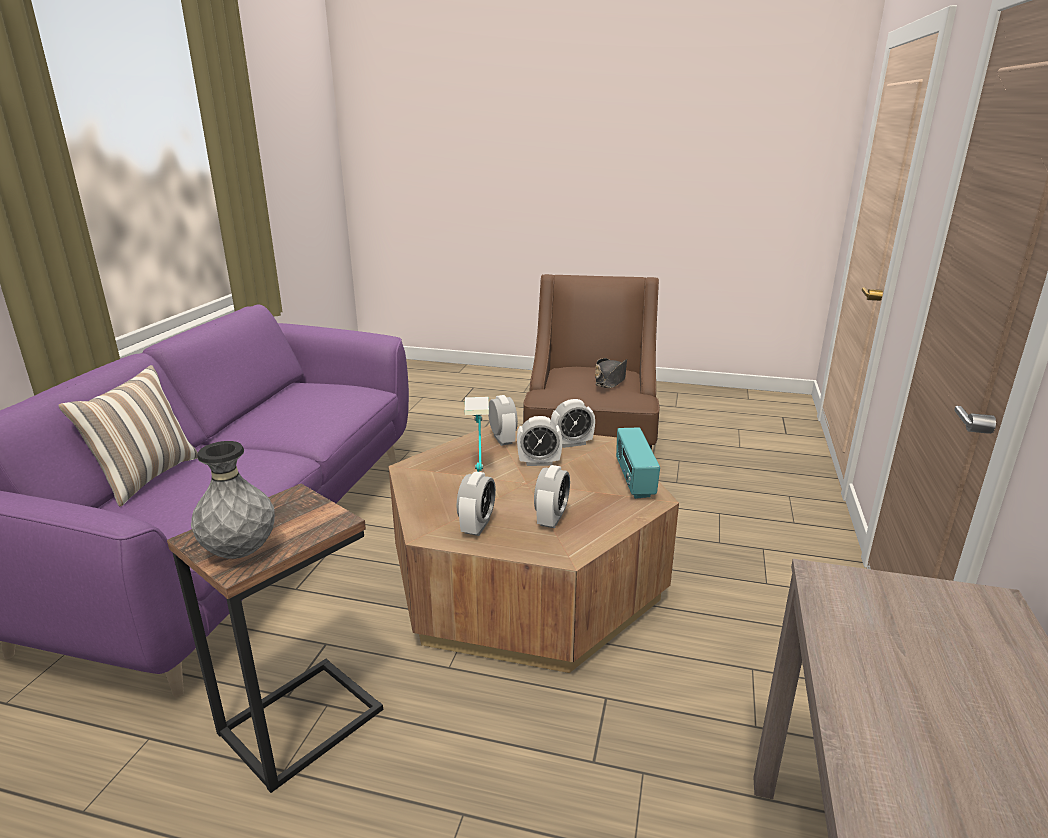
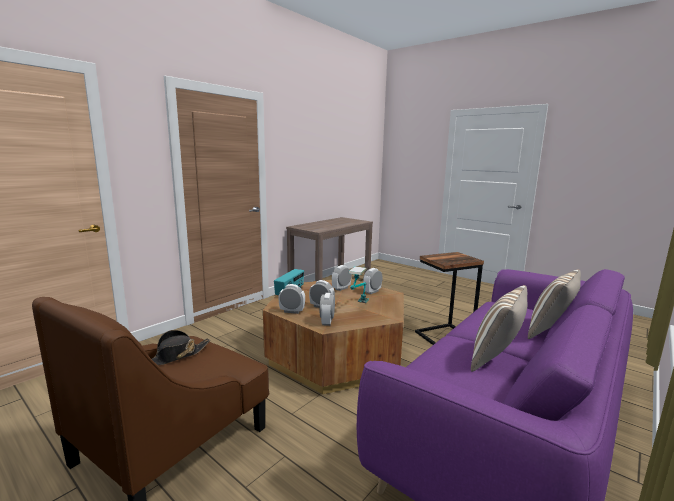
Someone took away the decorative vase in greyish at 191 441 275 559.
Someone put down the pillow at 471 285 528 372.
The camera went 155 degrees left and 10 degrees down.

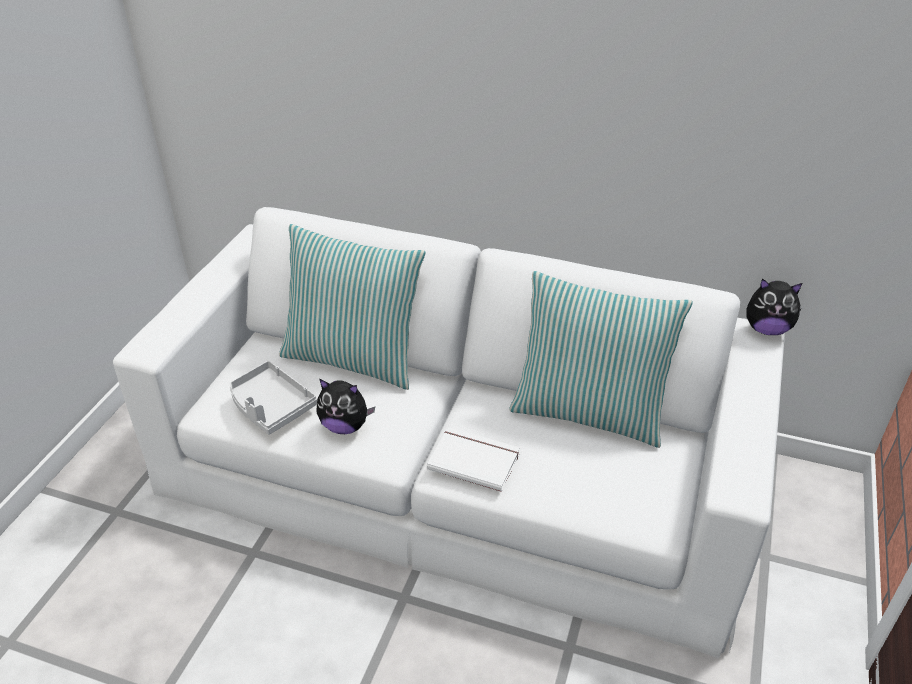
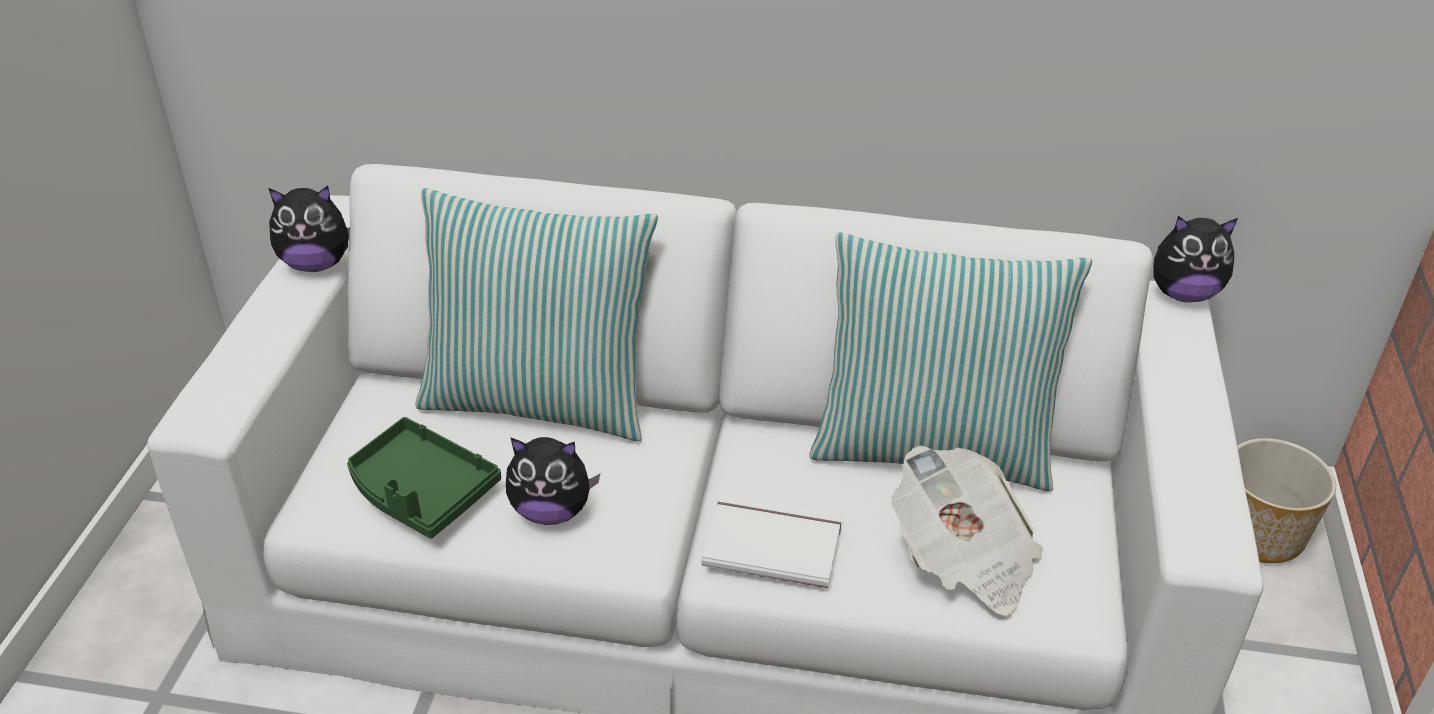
Someone put down the soft toy at 268 186 350 272.
Someone put down the printed paper at 891 445 1043 615.
Someone put down the flower pot at 1237 438 1336 563.
Someone repainted the carrying tray in greyish at 230 361 318 435, which became the carrying tray in greenish at 347 417 501 538.
The camera went 10 degrees left and 0 degrees up.

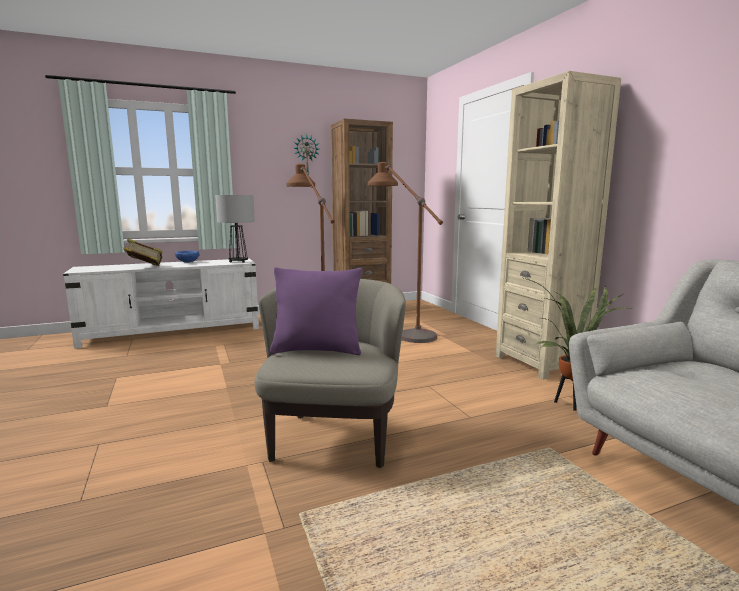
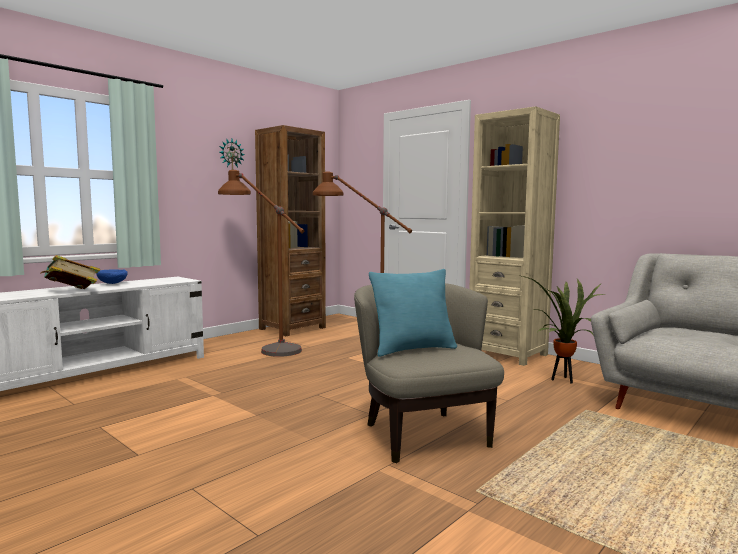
Someone took away the lamp for a table at 215 195 255 263.
Someone repainted the pillow in purplish at 270 267 363 355, which became the pillow in turquoise at 369 269 457 356.
The camera went 25 degrees left and 5 degrees down.

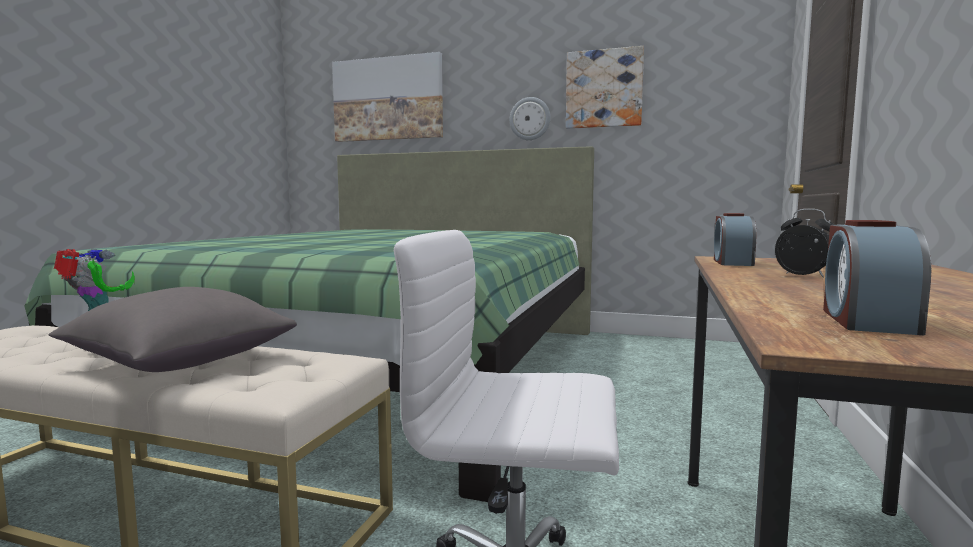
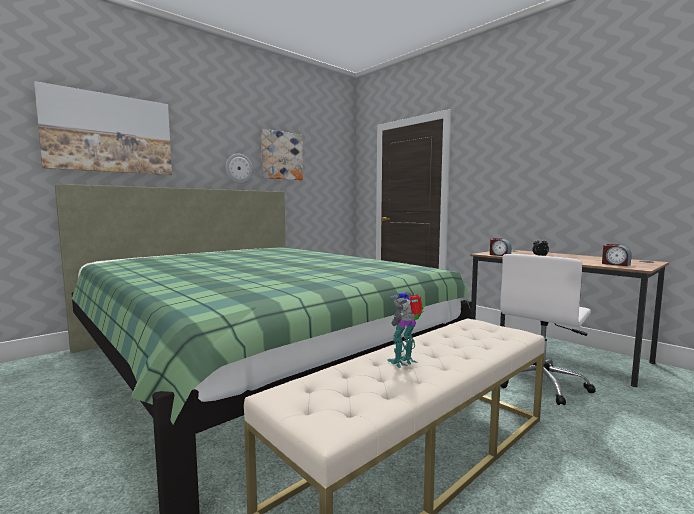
Someone took away the pillow in greyish at 49 287 297 372.
The camera went 60 degrees left and 0 degrees up.

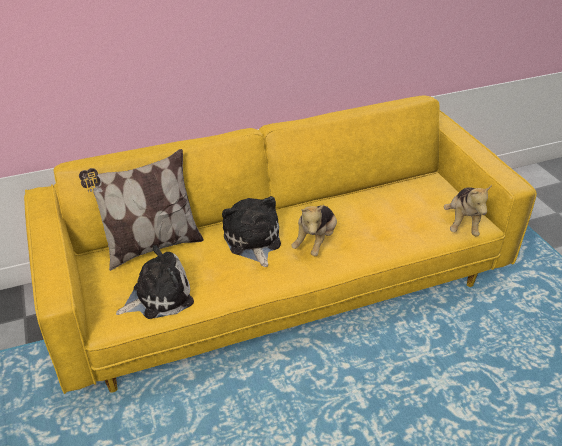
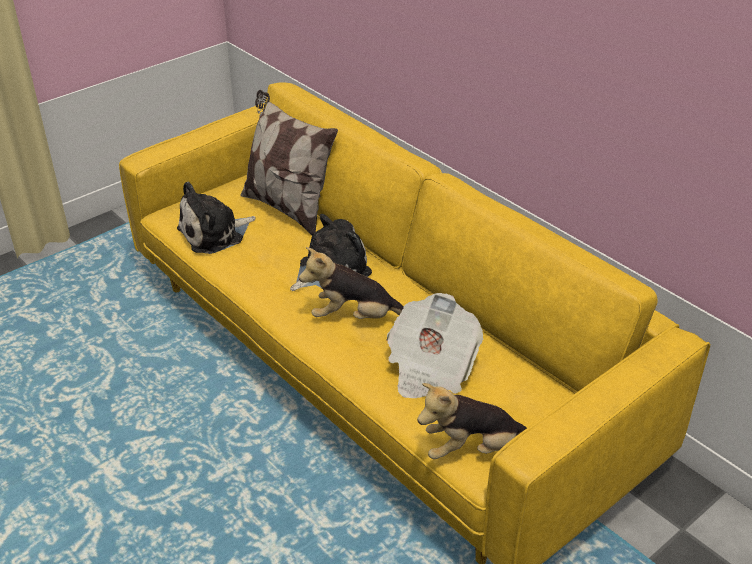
Someone put down the printed paper at 387 293 484 398.
Someone rotated the soft toy at 116 245 194 319 by 105 degrees clockwise.
The camera went 70 degrees right and 0 degrees up.

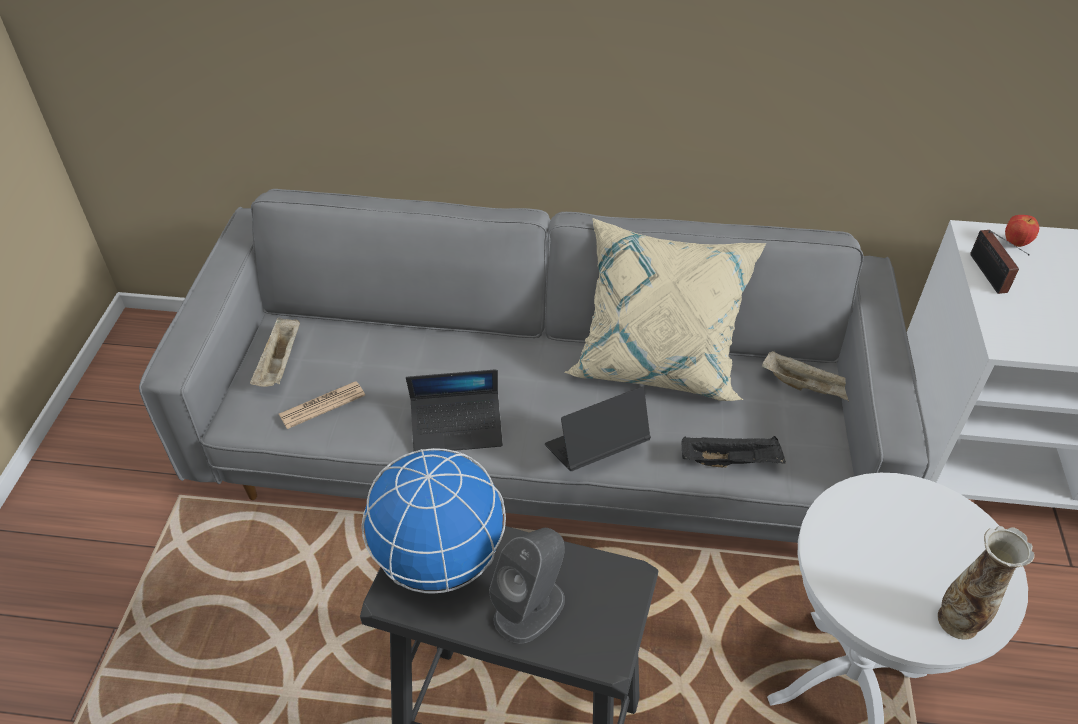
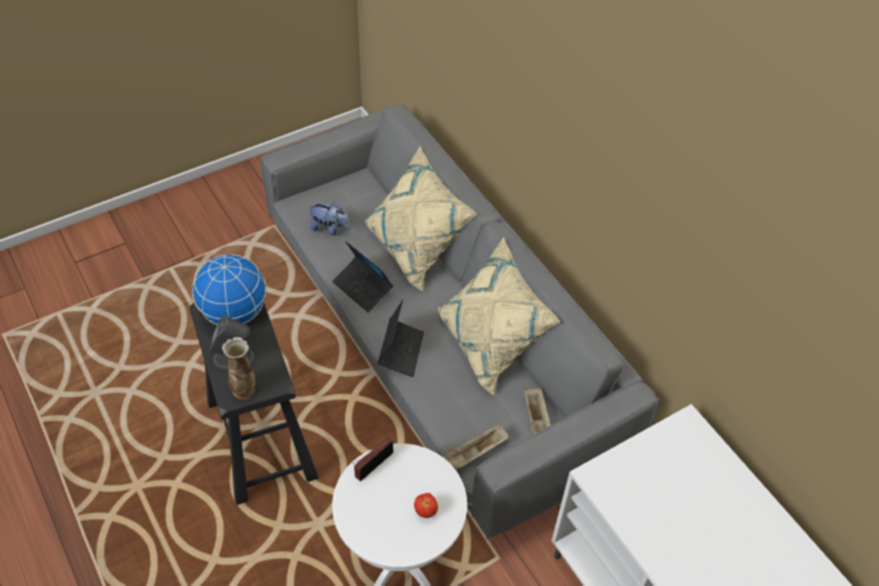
Someone took away the carrying tray in blackish at 682 436 786 468.
Someone put down the pillow in sand-coloured at 365 146 477 290.
Someone carried the carrying tray in sand-coloured from 250 317 300 387 to 444 424 509 470.
Someone carried the decorative vase from 938 526 1035 639 to 222 337 256 399.
Someone carried the radio receiver from 970 230 1030 294 to 353 437 393 481.
Someone carried the whole apple from 1005 215 1039 247 to 414 493 438 518.
Someone swapped the printed paper at 279 381 365 429 for the soft toy at 308 202 350 235.
Someone rotated the portable computer at 545 386 651 471 by 75 degrees clockwise.
The camera went 50 degrees right and 5 degrees up.

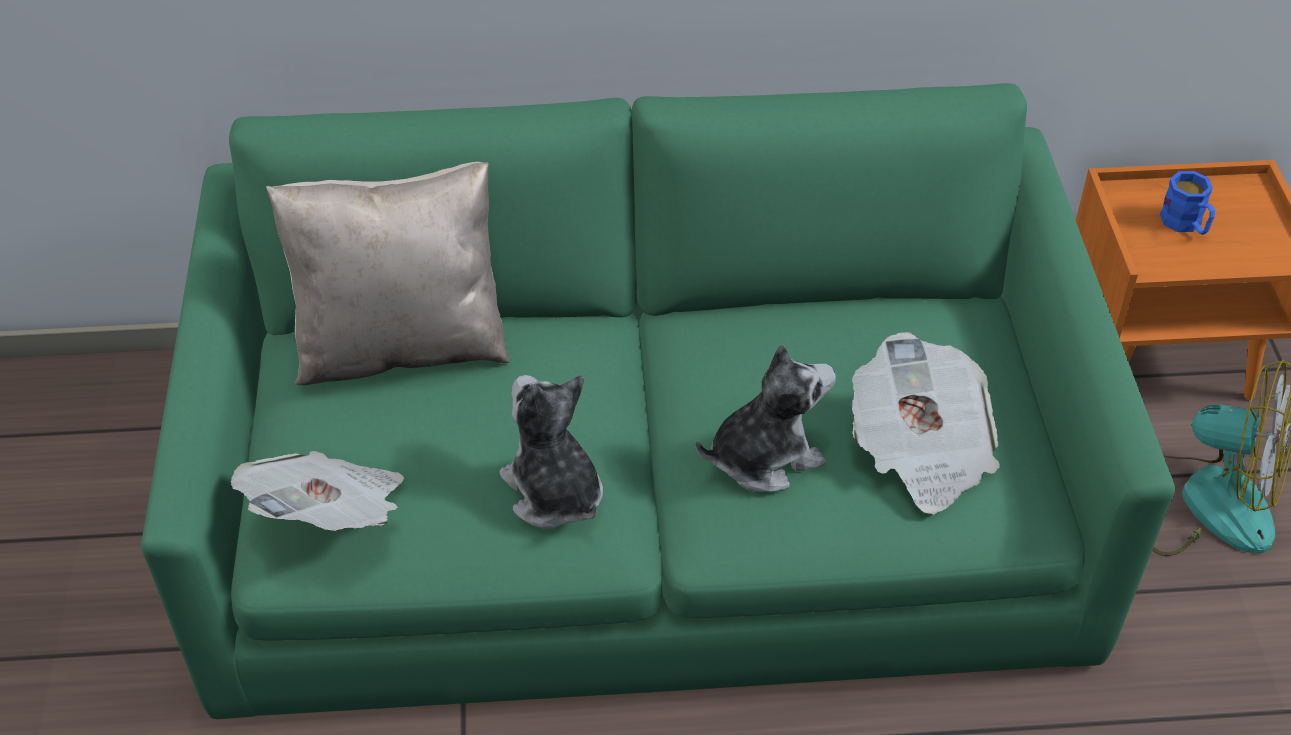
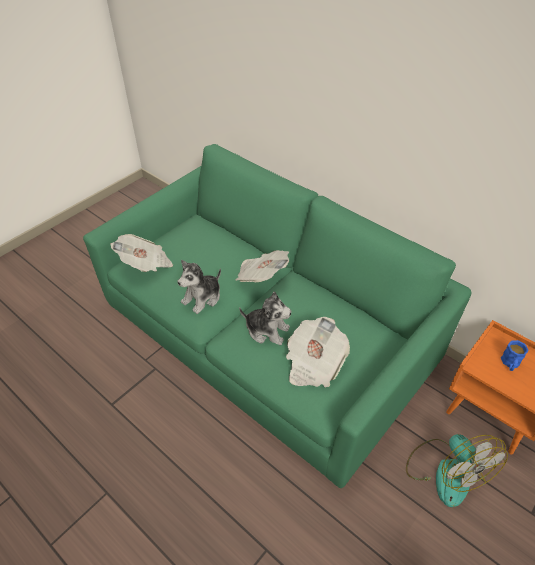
Someone took away the pillow in sand-coloured at 266 162 510 385.
Someone put down the printed paper at 235 250 289 282.
Someone rotated the soft toy at 499 375 603 529 by 150 degrees counterclockwise.
The camera went 45 degrees right and 0 degrees up.

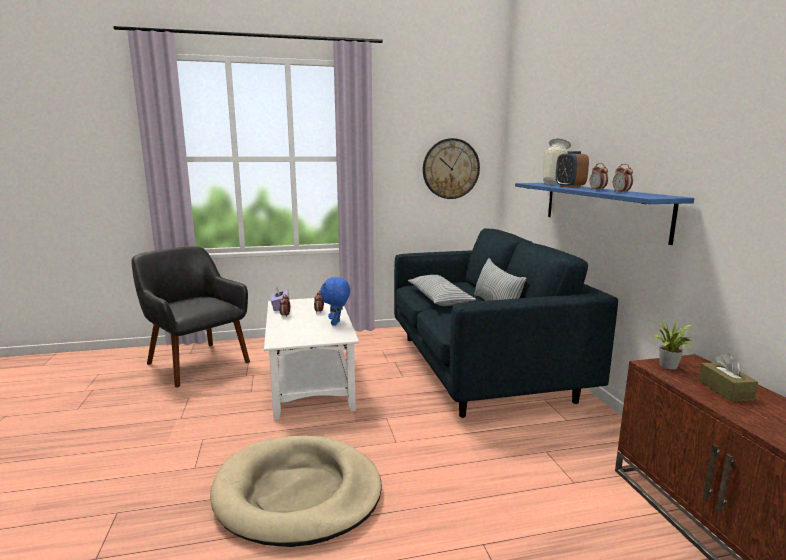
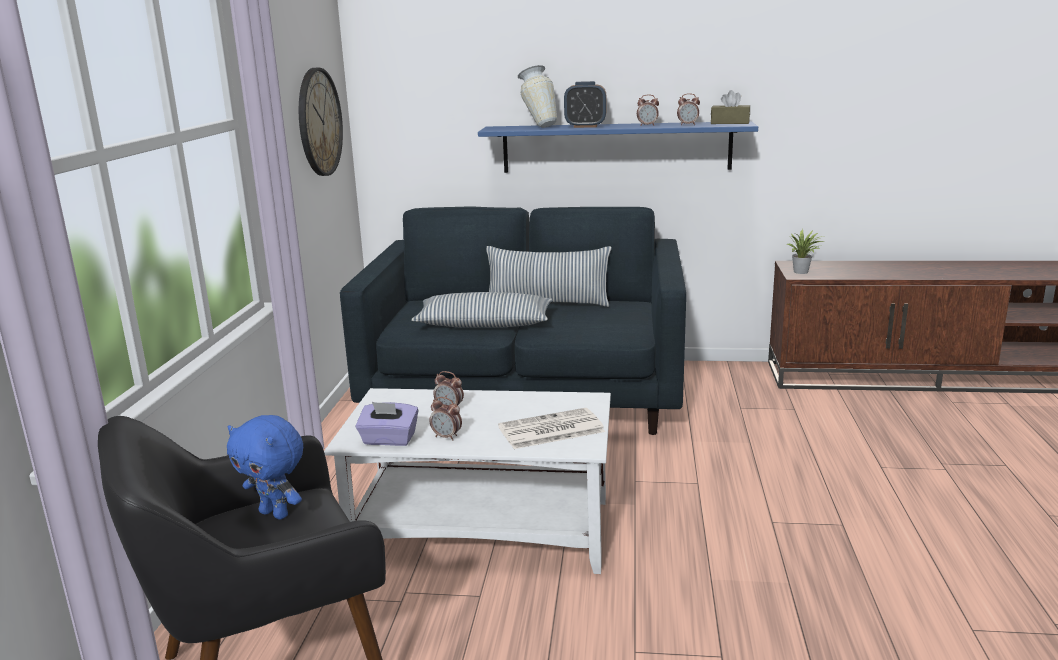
Someone took away the pet bed in sand-coloured at 210 436 382 547.
Someone put down the printed paper at 498 408 605 449.
Someone carried the soft toy in bluish from 320 277 350 326 to 227 415 303 520.
Someone carried the tissue holder in brown from 699 353 758 402 to 711 90 750 124.
The camera went 70 degrees left and 5 degrees up.

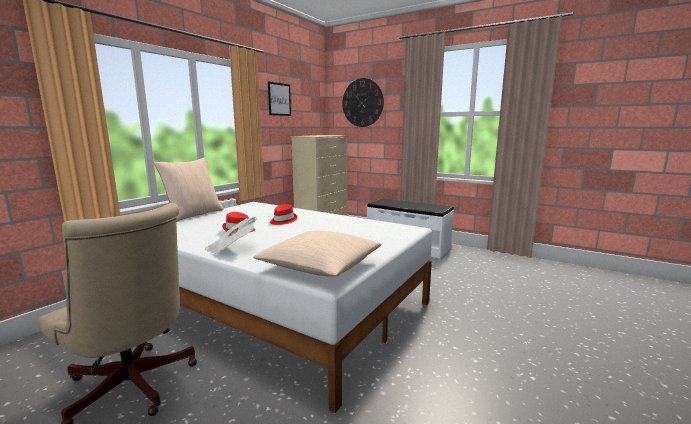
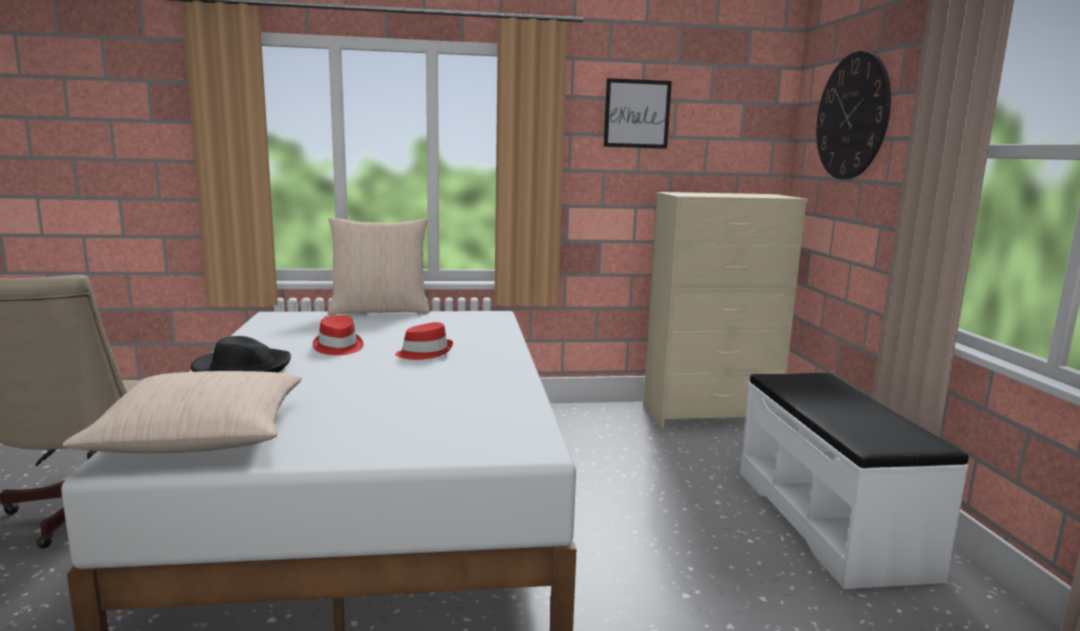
Someone swapped the printed paper at 205 217 258 254 for the wearable hat in blackish at 191 336 291 373.
The camera went 50 degrees right and 0 degrees up.

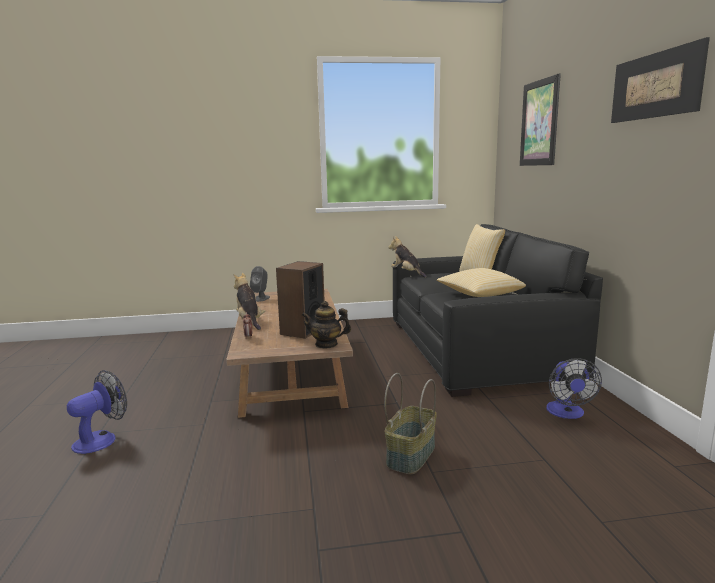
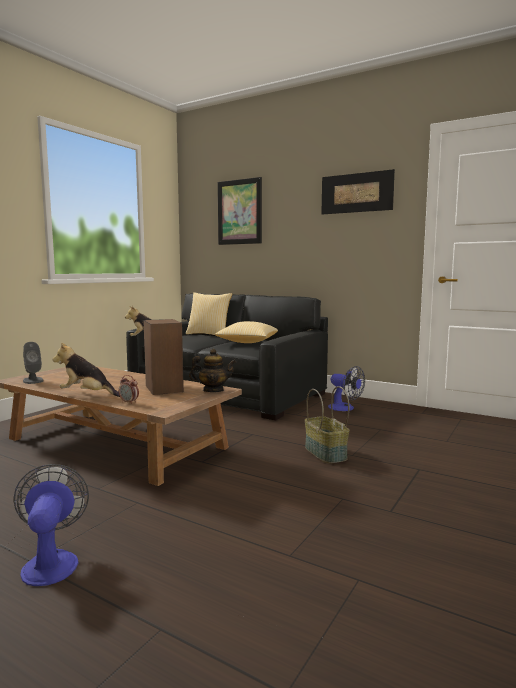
Someone rotated the teapot at 301 301 351 348 by 135 degrees counterclockwise.
The camera went 50 degrees left and 5 degrees down.

